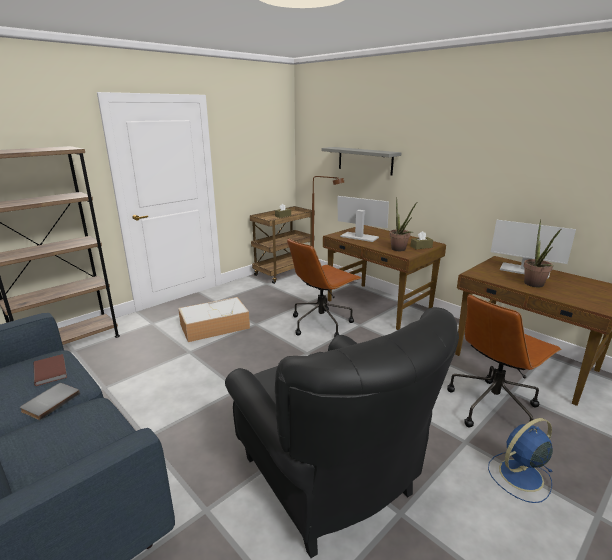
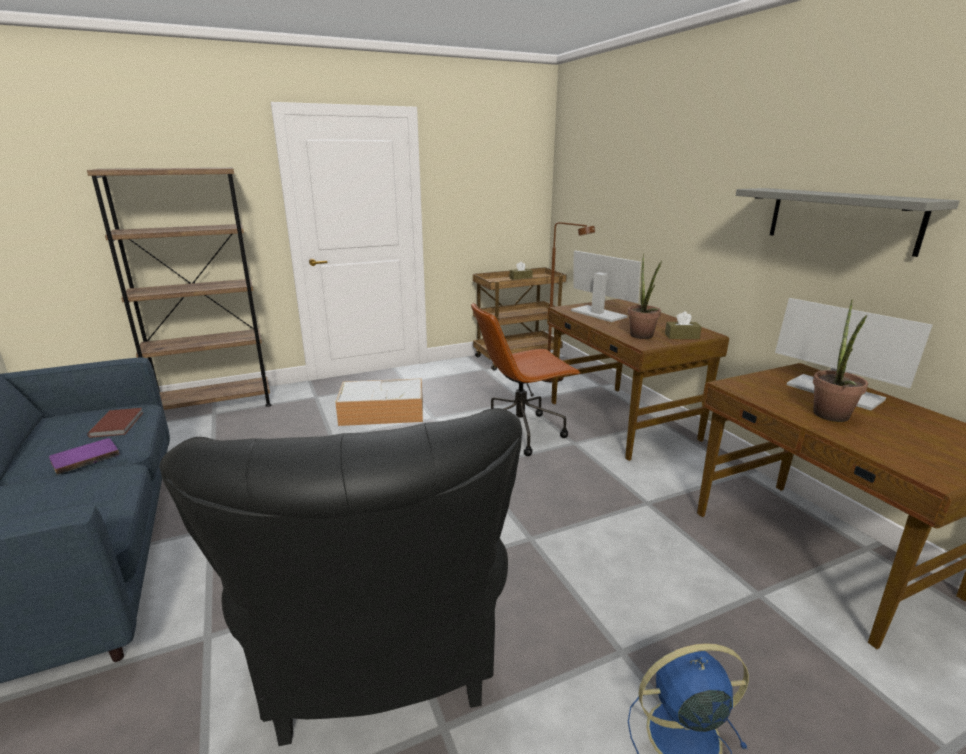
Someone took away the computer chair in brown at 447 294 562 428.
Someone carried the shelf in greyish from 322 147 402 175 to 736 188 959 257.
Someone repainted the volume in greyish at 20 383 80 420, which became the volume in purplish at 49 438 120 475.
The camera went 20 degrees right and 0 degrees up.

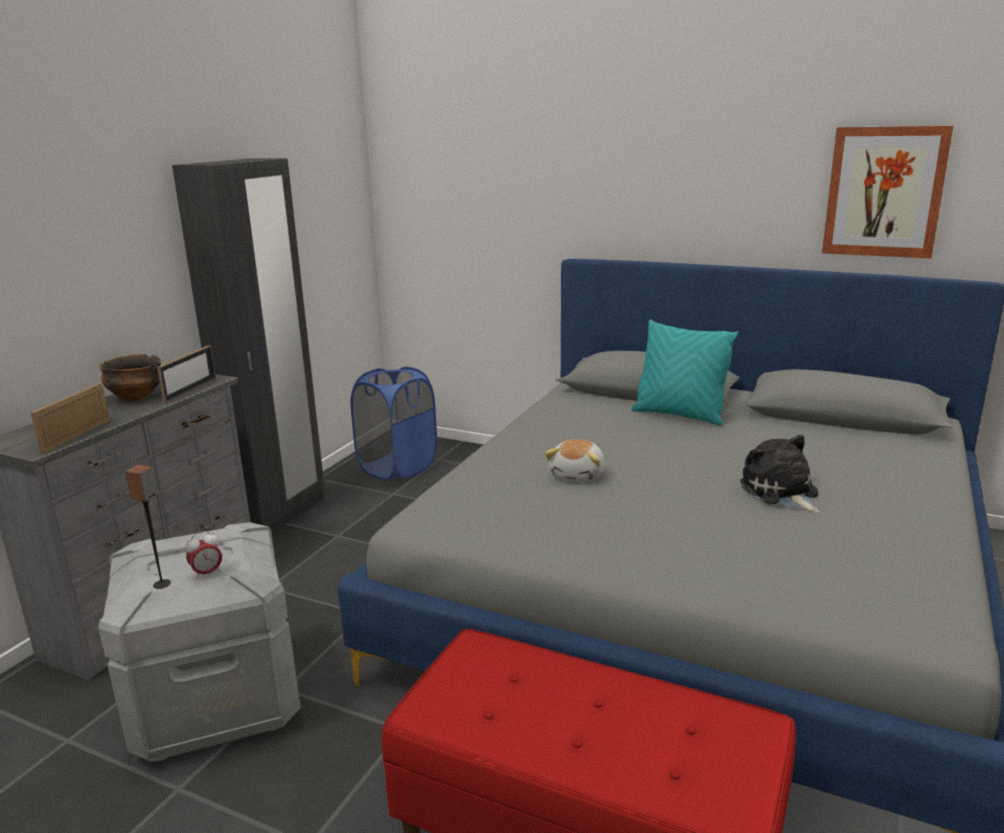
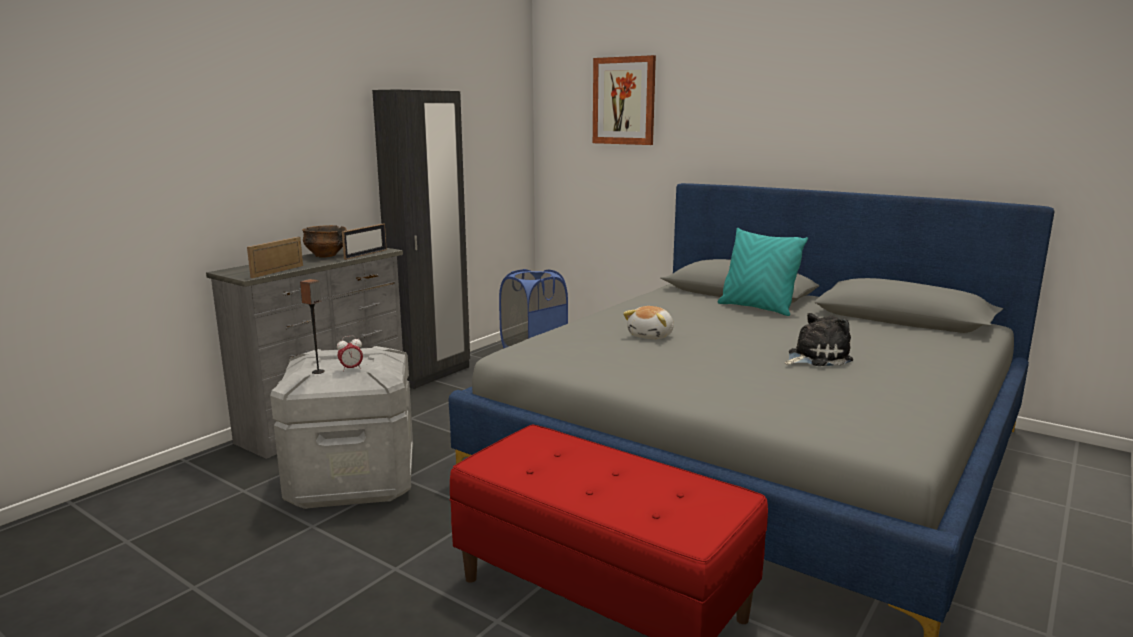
Someone carried the wall art from 822 126 953 259 to 593 55 656 145.
Someone rotated the soft toy at 740 435 819 513 by 75 degrees clockwise.
The camera went 10 degrees right and 5 degrees down.

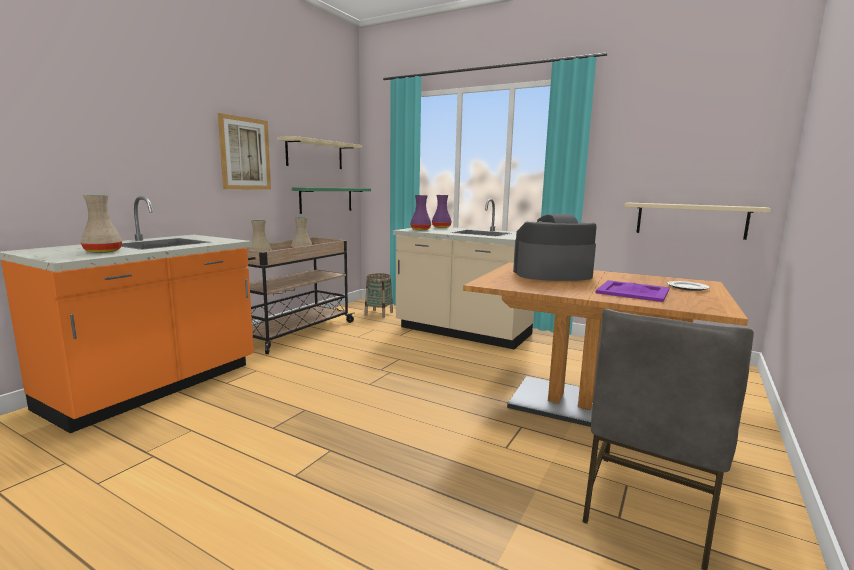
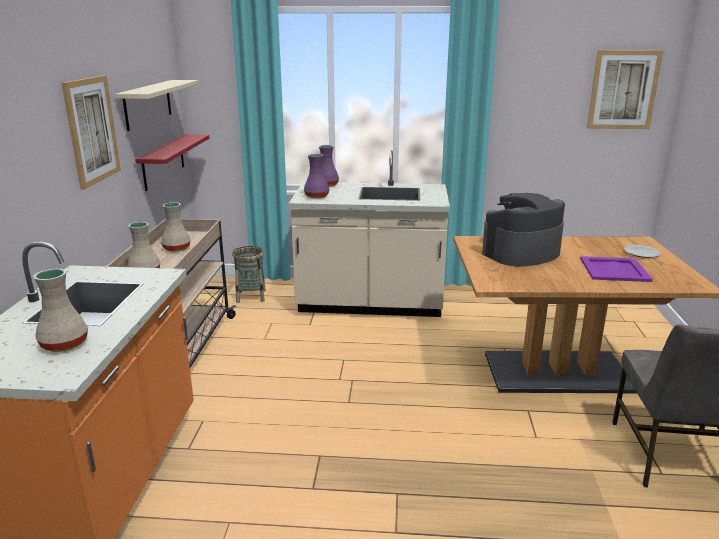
Someone took away the shelf in sand-coloured at 624 203 771 240.
Someone put up the wall art at 587 50 663 129.
Someone repainted the shelf in greenish at 292 187 371 214, which became the shelf in red-coloured at 135 135 209 191.
The camera went 25 degrees left and 10 degrees up.

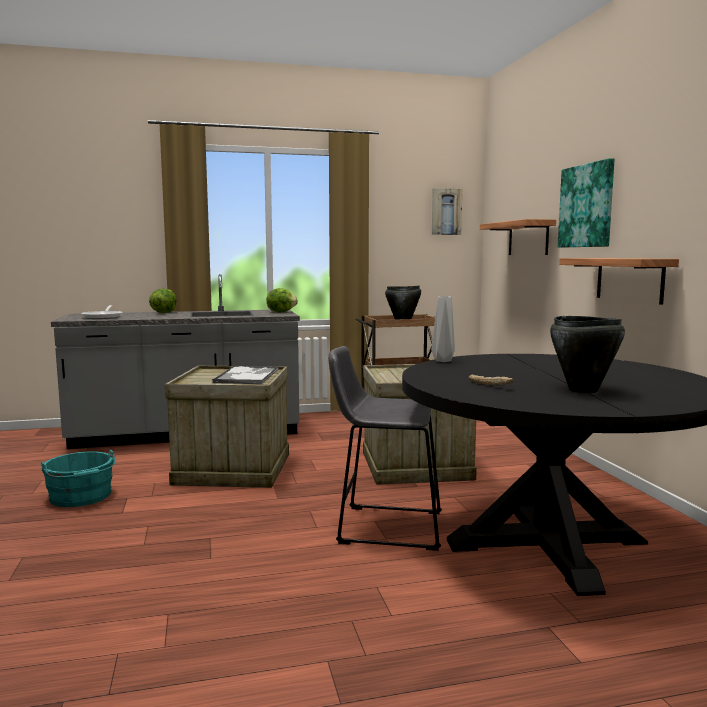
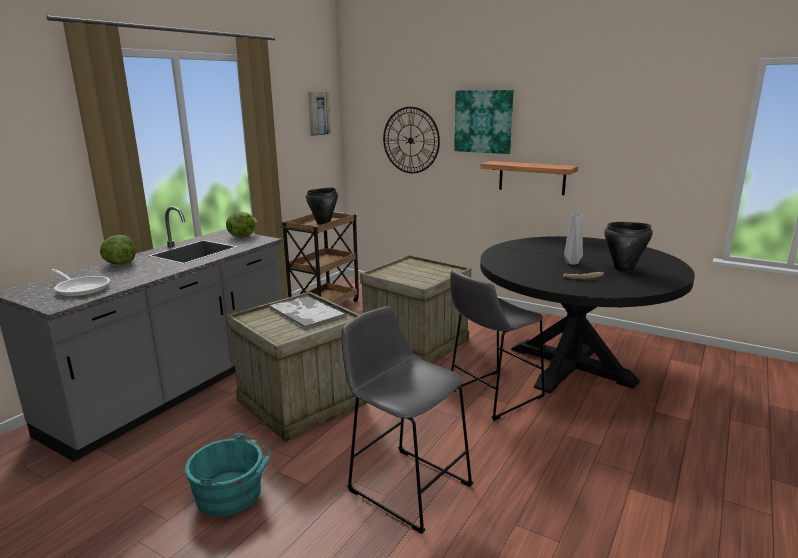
Someone put down the stool seat in greyish at 341 306 473 534.
Someone carried the decorative vase in greyish from 431 296 455 362 to 564 214 583 265.
Someone swapped the shelf at 480 219 556 255 for the hanging clock at 383 107 440 173.
The camera went 45 degrees left and 10 degrees up.

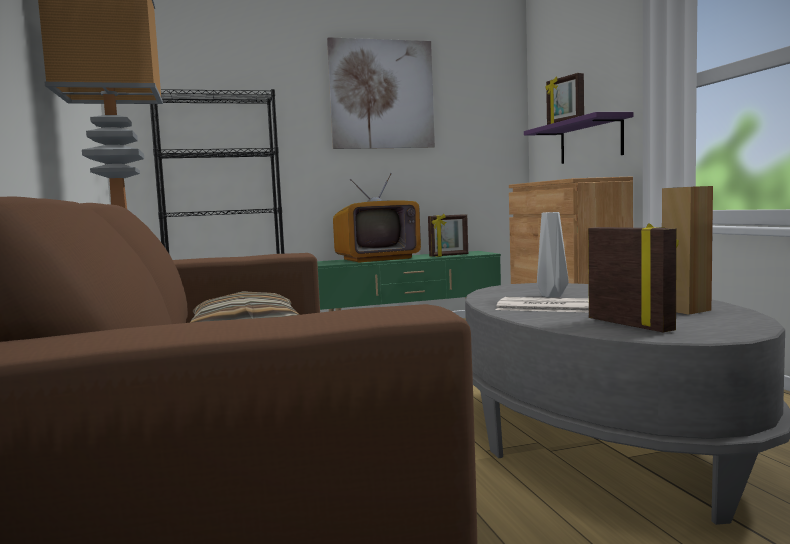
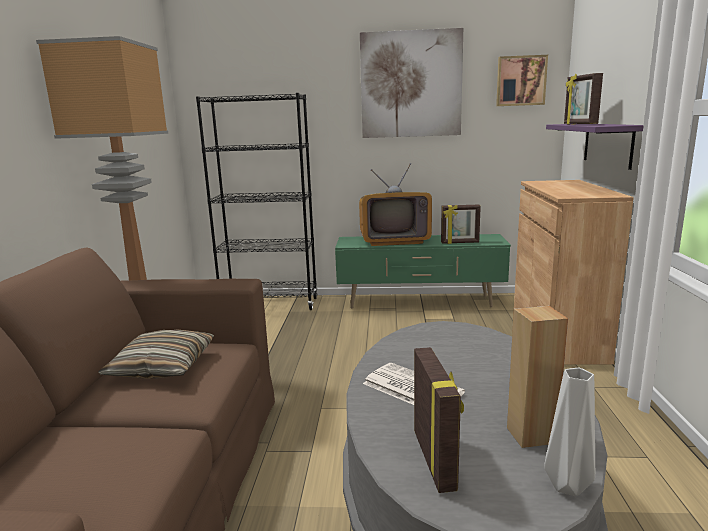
Someone put up the wall art at 496 55 548 106.
Someone carried the decorative vase in greyish from 537 212 569 297 to 544 368 595 496.
The camera went 20 degrees right and 10 degrees up.

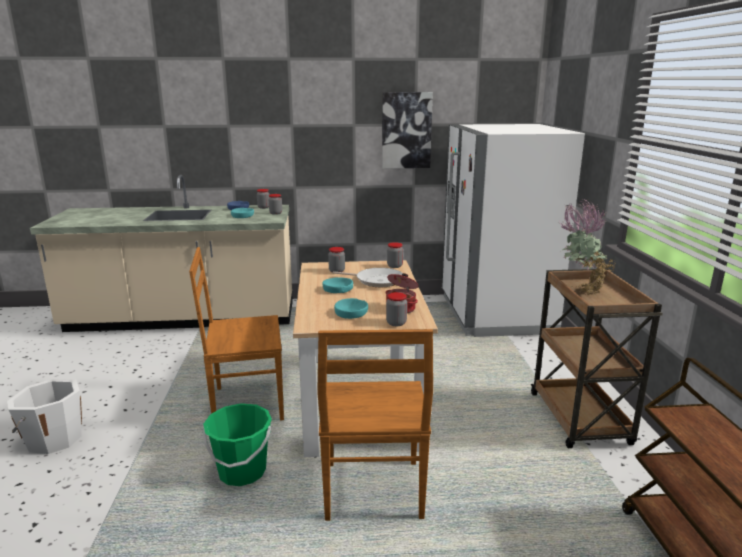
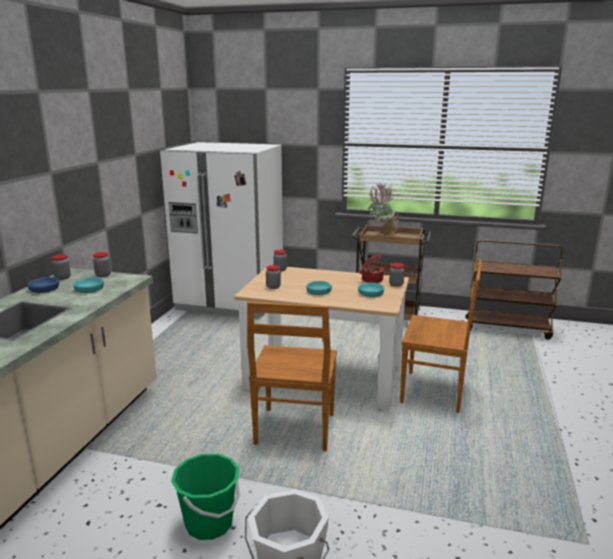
Someone took away the skillet at 333 268 403 287.
Someone took away the wall art at 382 92 433 168.
Someone carried the water bucket in greenish from 203 403 272 486 to 171 454 240 540.
The camera went 70 degrees left and 0 degrees up.

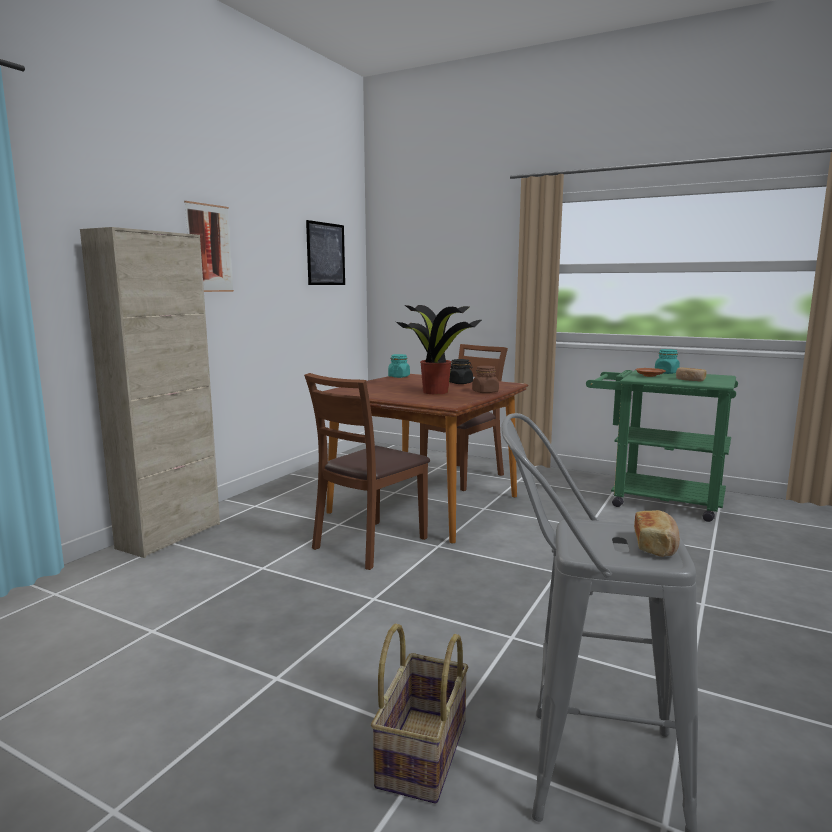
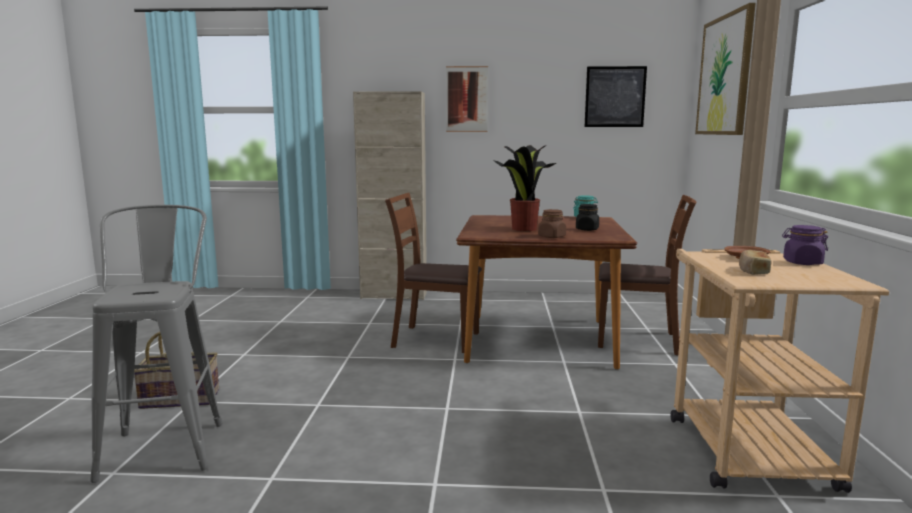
Someone took away the bread at 634 510 680 557.
Someone put up the wall art at 695 3 756 135.
Someone repainted the wheeled cart in greenish at 586 370 738 522, which became the wheeled cart in sand-coloured at 671 249 889 493.
Someone repainted the jar in turquoise at 655 349 680 374, which became the jar in purplish at 782 225 828 265.
The camera went 65 degrees right and 0 degrees up.

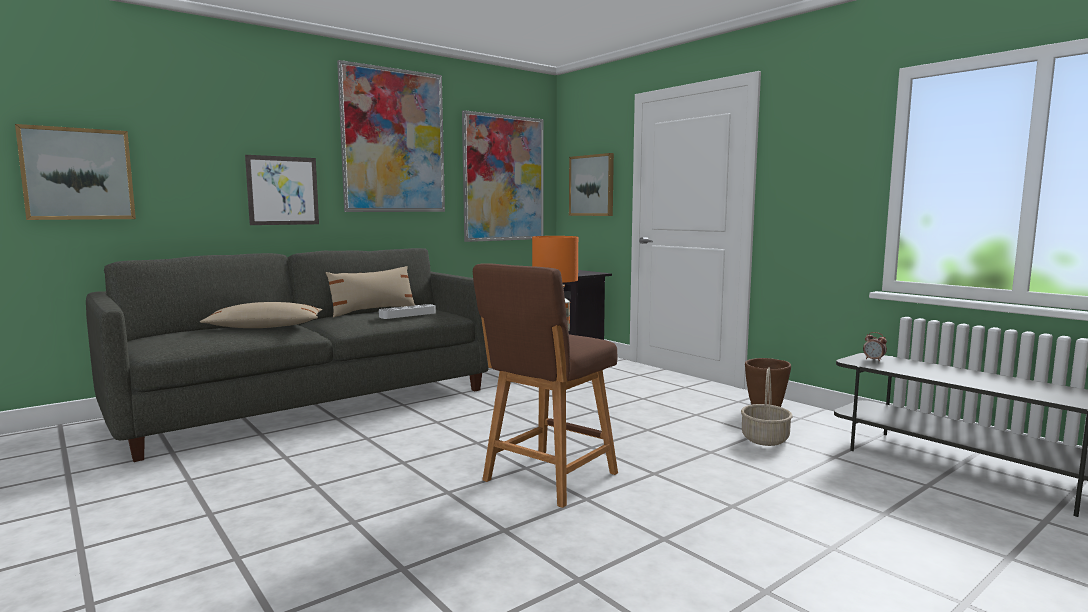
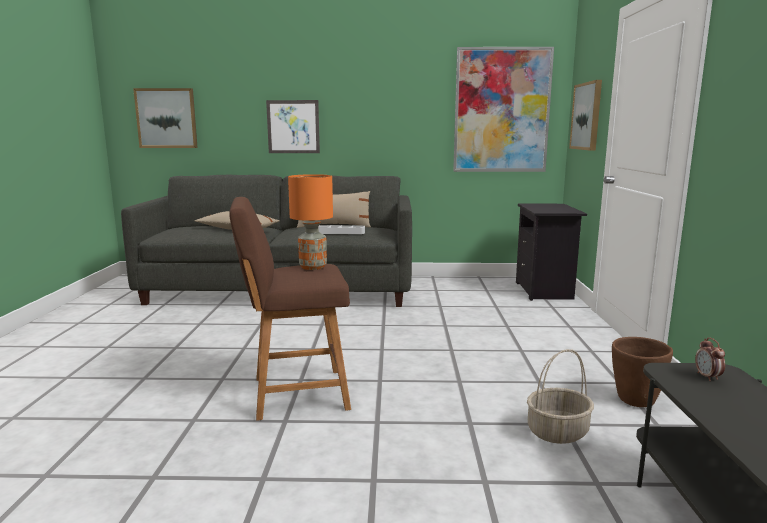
Someone took away the wall art at 337 60 445 212.
The camera went 40 degrees right and 5 degrees up.

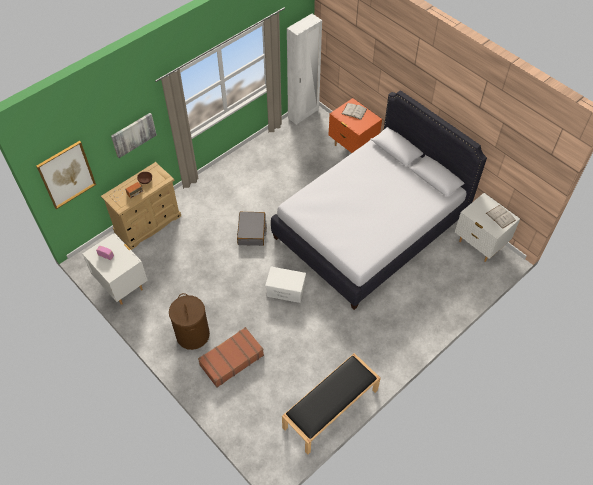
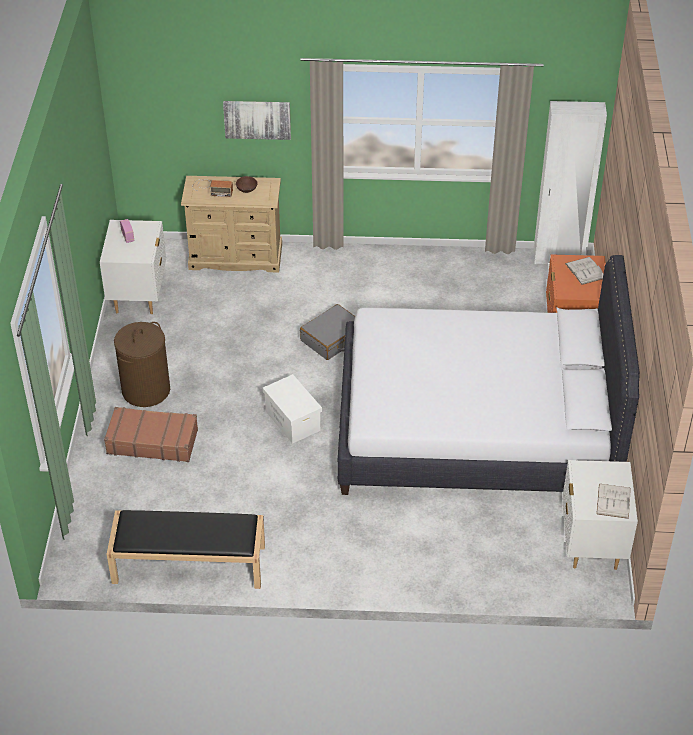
Someone took away the wall art at 36 141 96 209.
The camera went 45 degrees right and 10 degrees down.

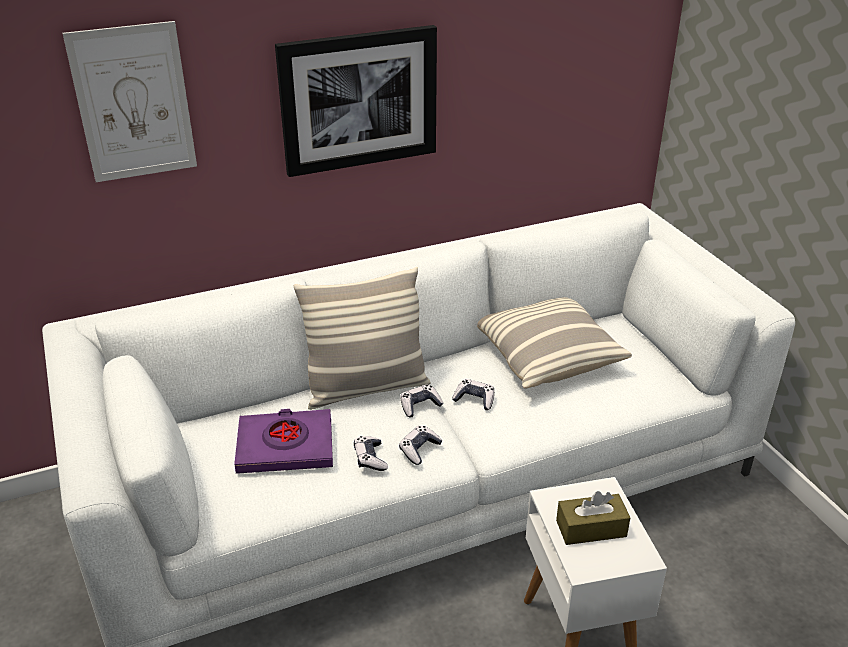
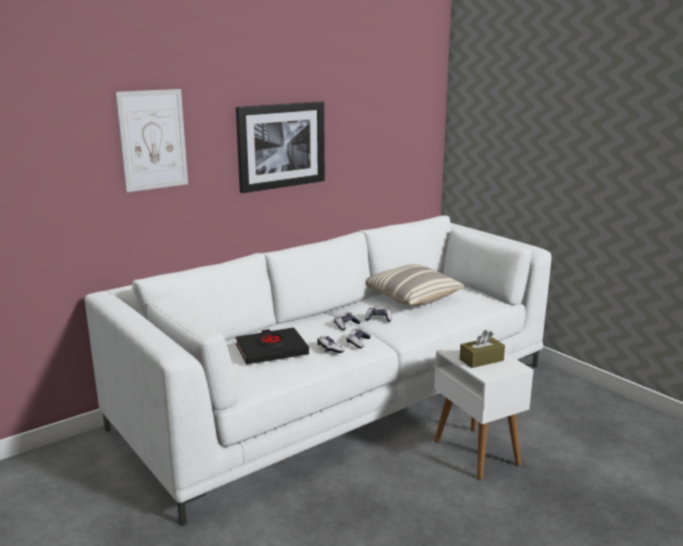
Someone took away the pillow at 294 267 431 410.
Someone repainted the volume in purplish at 234 409 333 474, which became the volume in blackish at 235 327 309 364.
The camera went 15 degrees left and 15 degrees down.

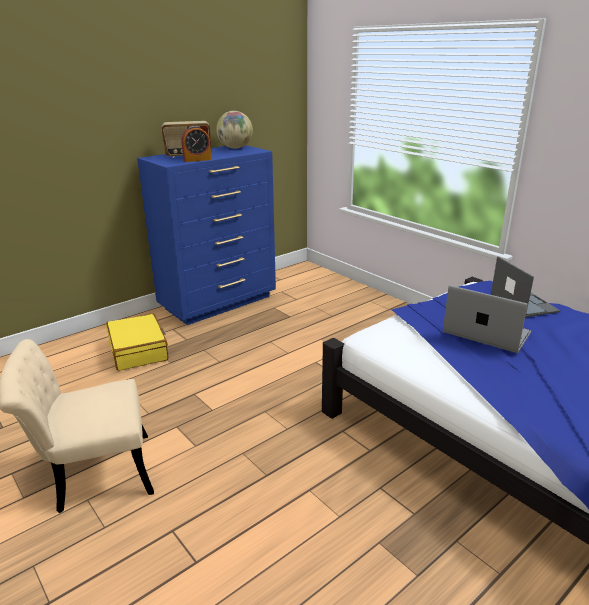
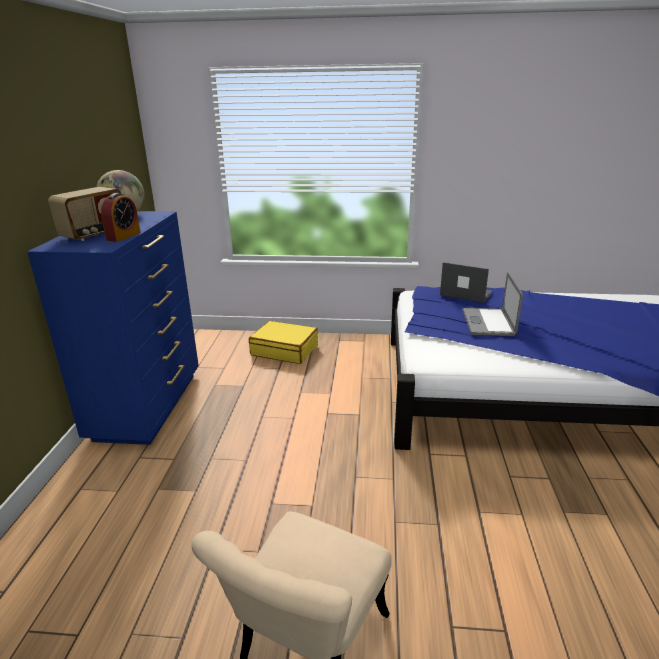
Someone carried the suitcase in yellowish from 106 313 169 371 to 249 321 318 364.
Someone rotated the portable computer at 443 285 531 353 by 75 degrees counterclockwise.
The camera went 45 degrees left and 0 degrees up.

